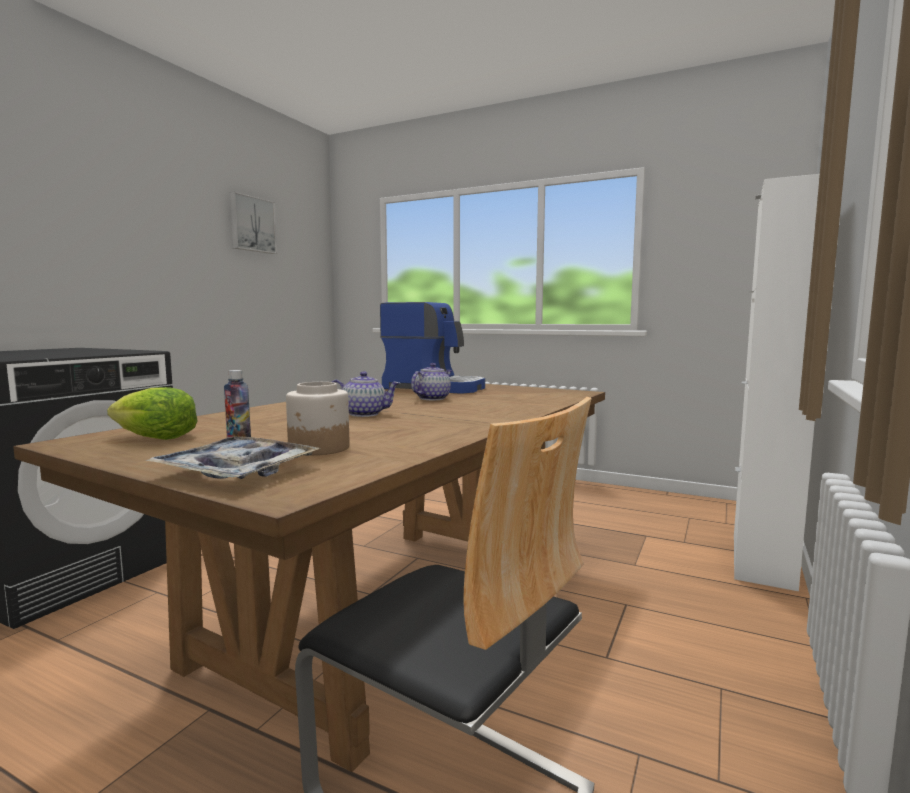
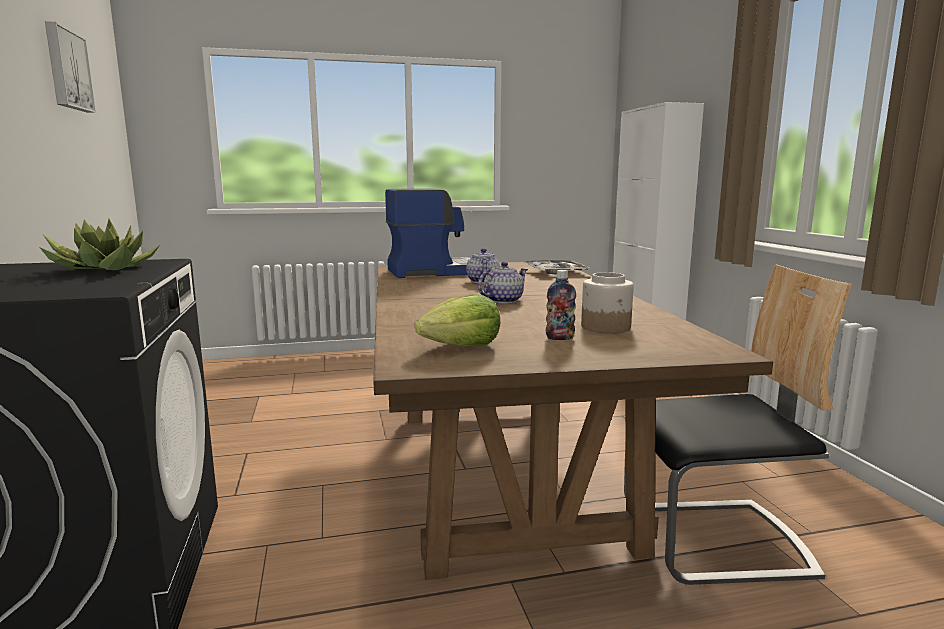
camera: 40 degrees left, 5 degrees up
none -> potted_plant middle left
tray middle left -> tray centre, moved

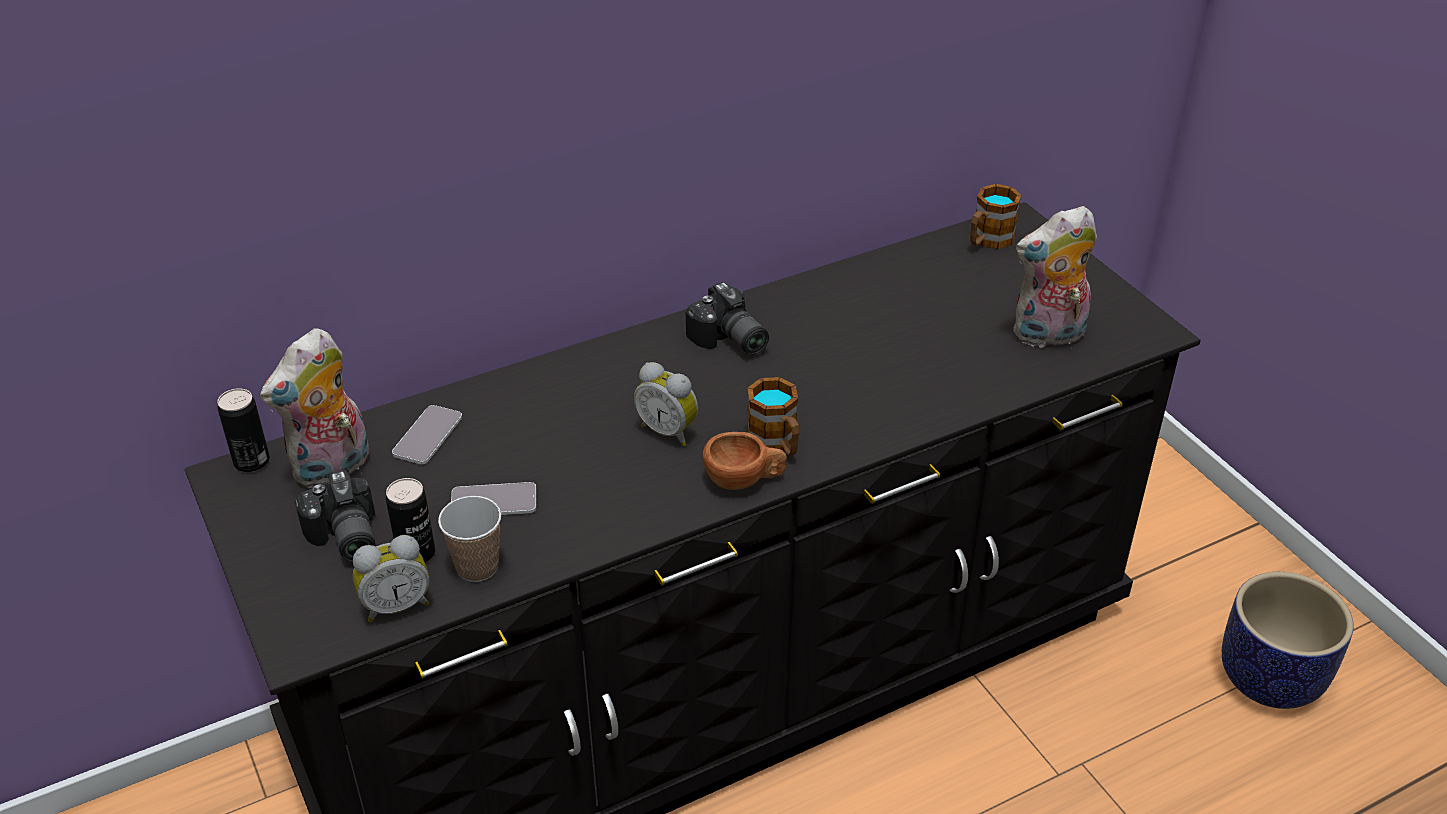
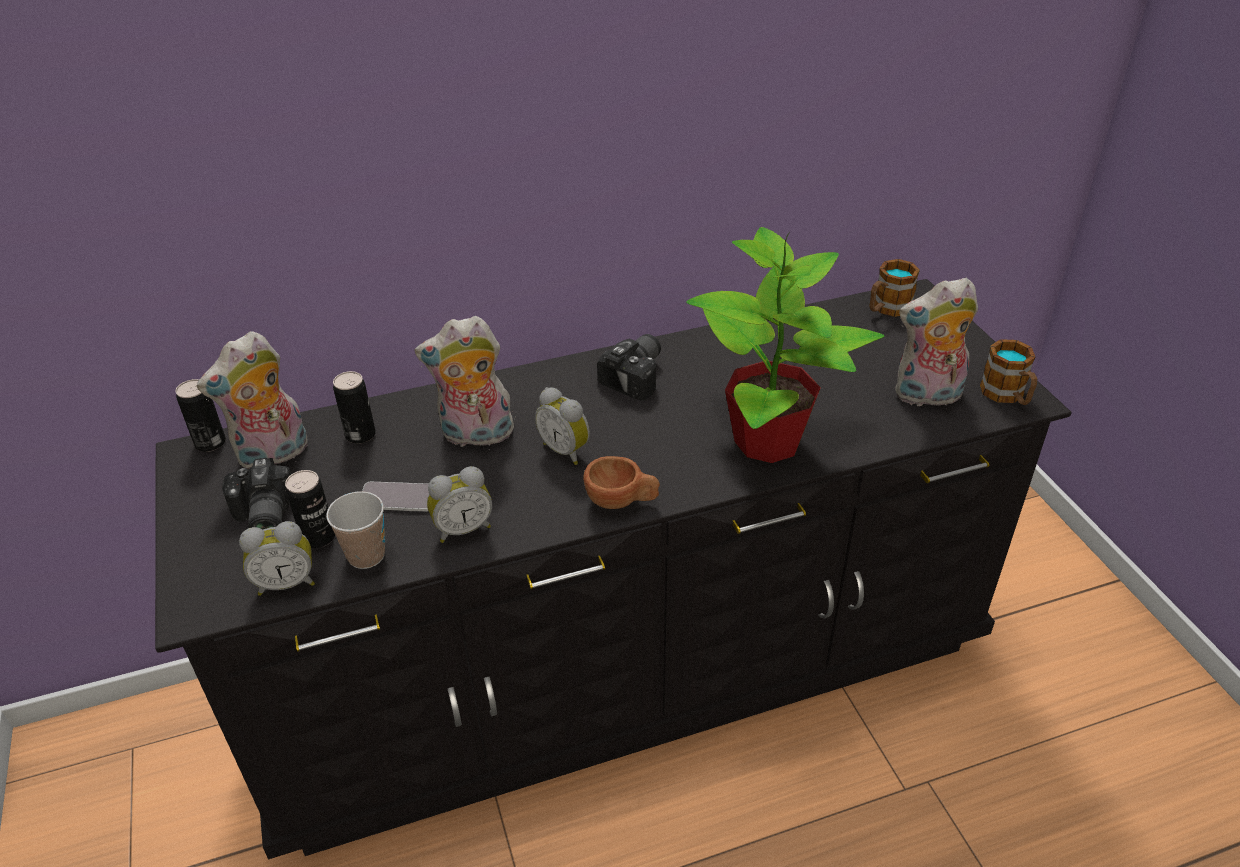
camera: 10 degrees right, 0 degrees up
phone (1st from left) middle left -> can (3rd from left) middle left
none -> plush_toy (2nd from left) centre
none -> alarm_clock (2nd from left) centre
photo_camera (2nd from left) centre, 120 degrees counterclockwise
none -> potted_plant centre
mug (1st from left in the first image) centre -> mug (2nd from left) middle right, moved
planter bottom right -> none

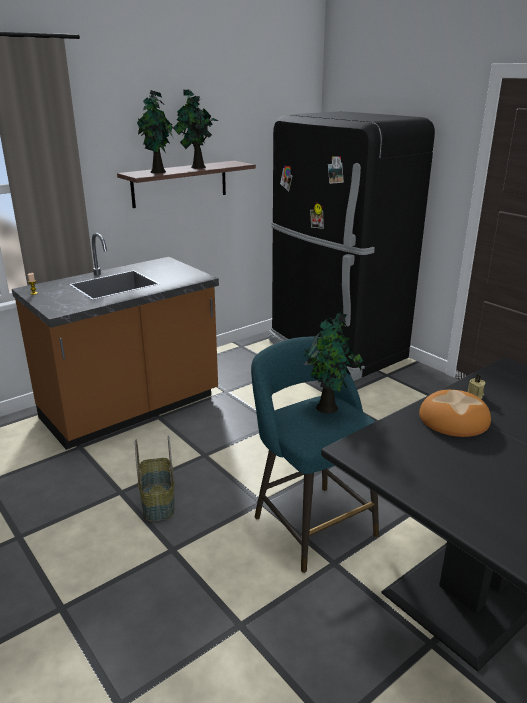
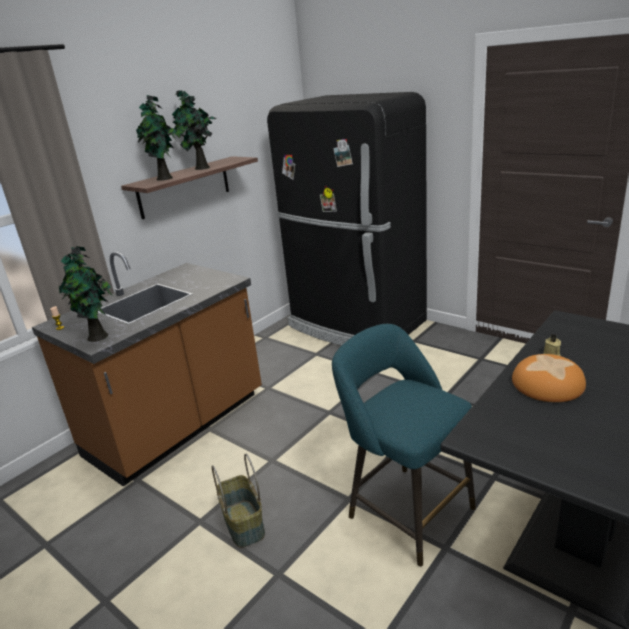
camera: 10 degrees left, 0 degrees up
potted_plant (3rd from left in the first image) centre -> potted_plant (1st from left) middle left, moved

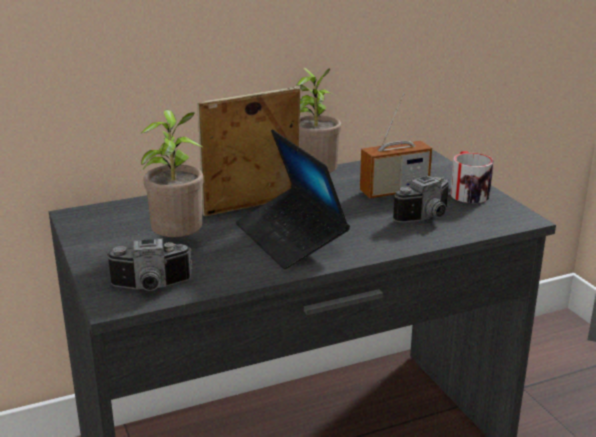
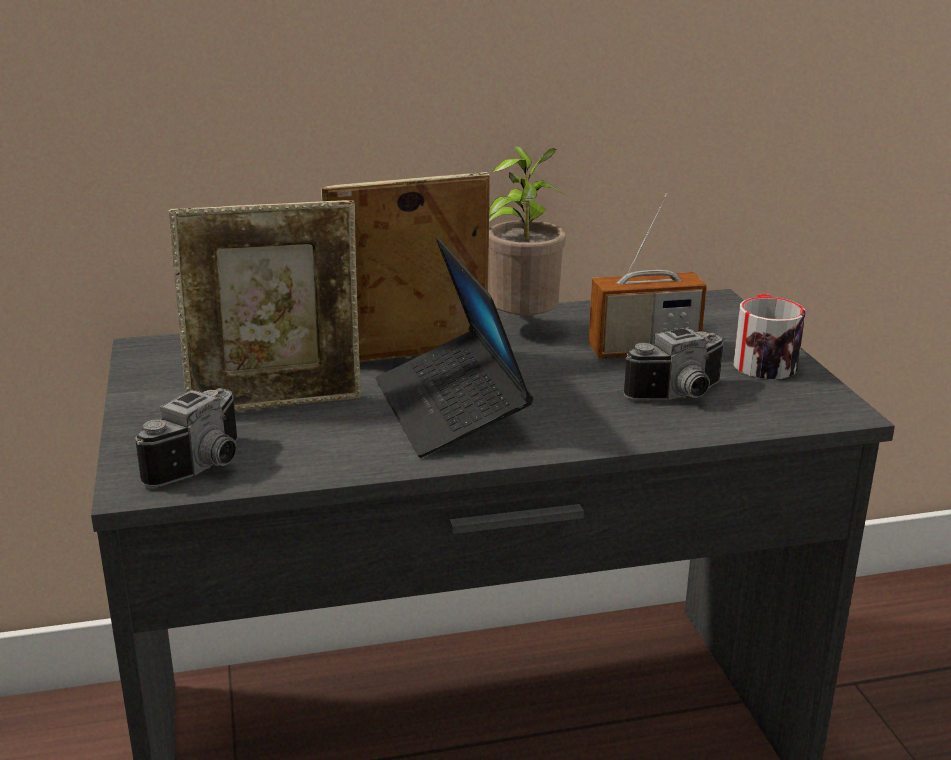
camera: 10 degrees right, 0 degrees up
photo_camera (1st from left) middle left, 60 degrees counterclockwise
potted_plant (1st from left) middle left -> picture_frame (1st from left) middle left

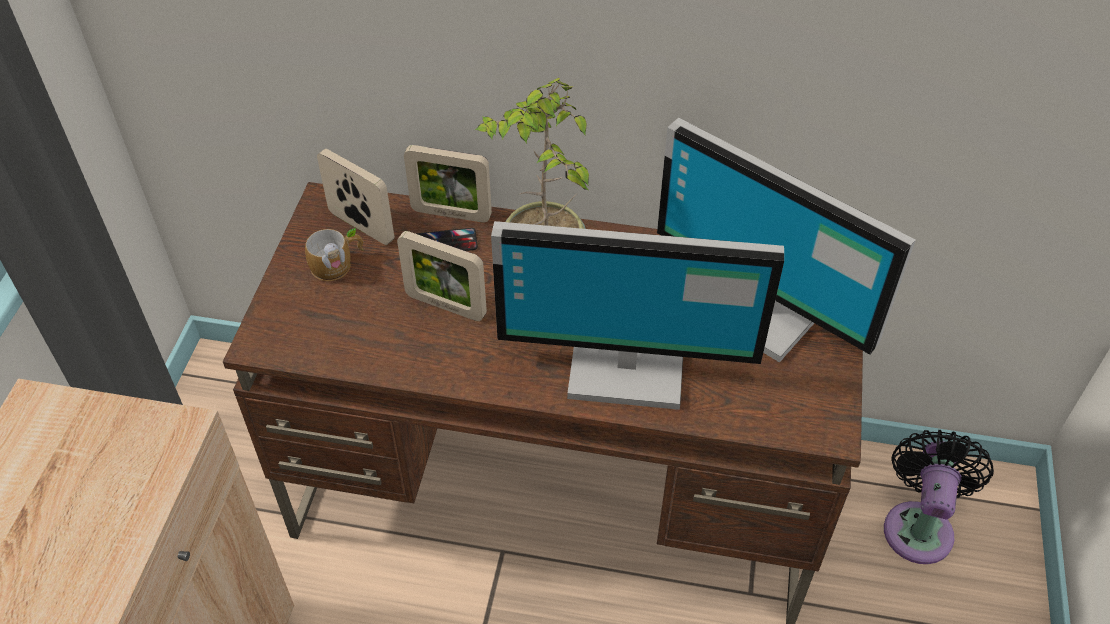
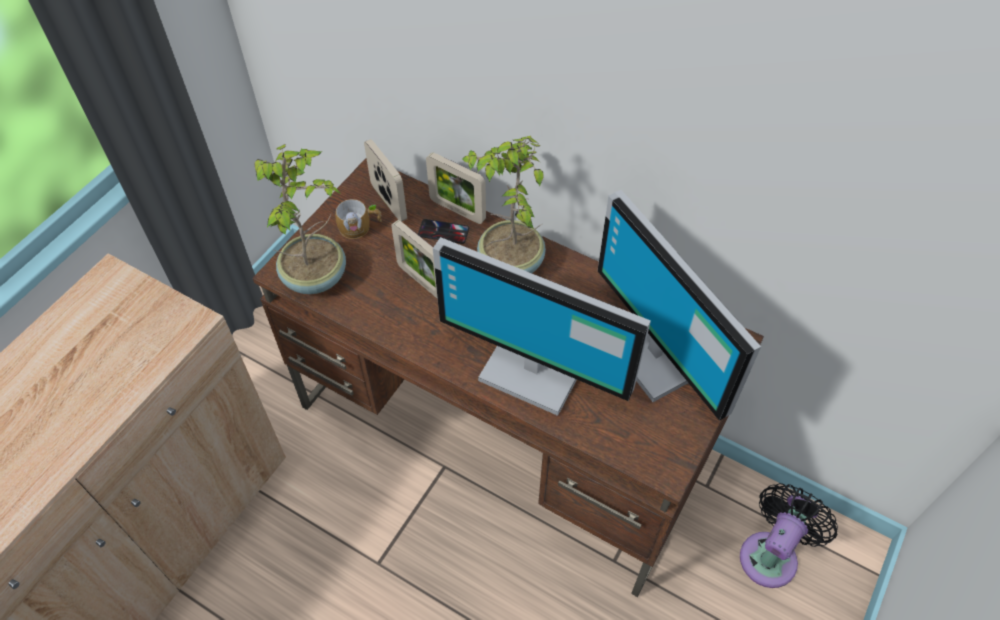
camera: 20 degrees right, 5 degrees up
none -> potted_plant (1st from left) middle left

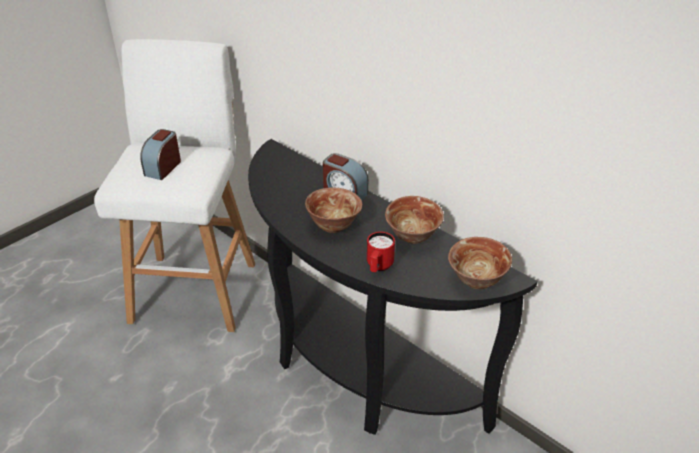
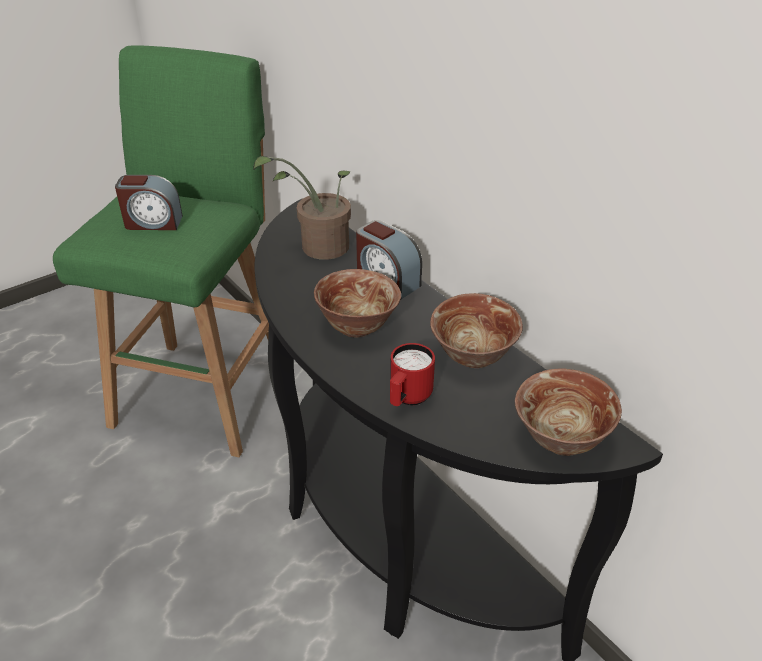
camera: 10 degrees right, 0 degrees up
white_stool middle left -> green_stool middle left
alarm_clock (1st from left) middle left -> alarm_clock (1st from left) top left, 120 degrees counterclockwise
none -> potted_plant top centre

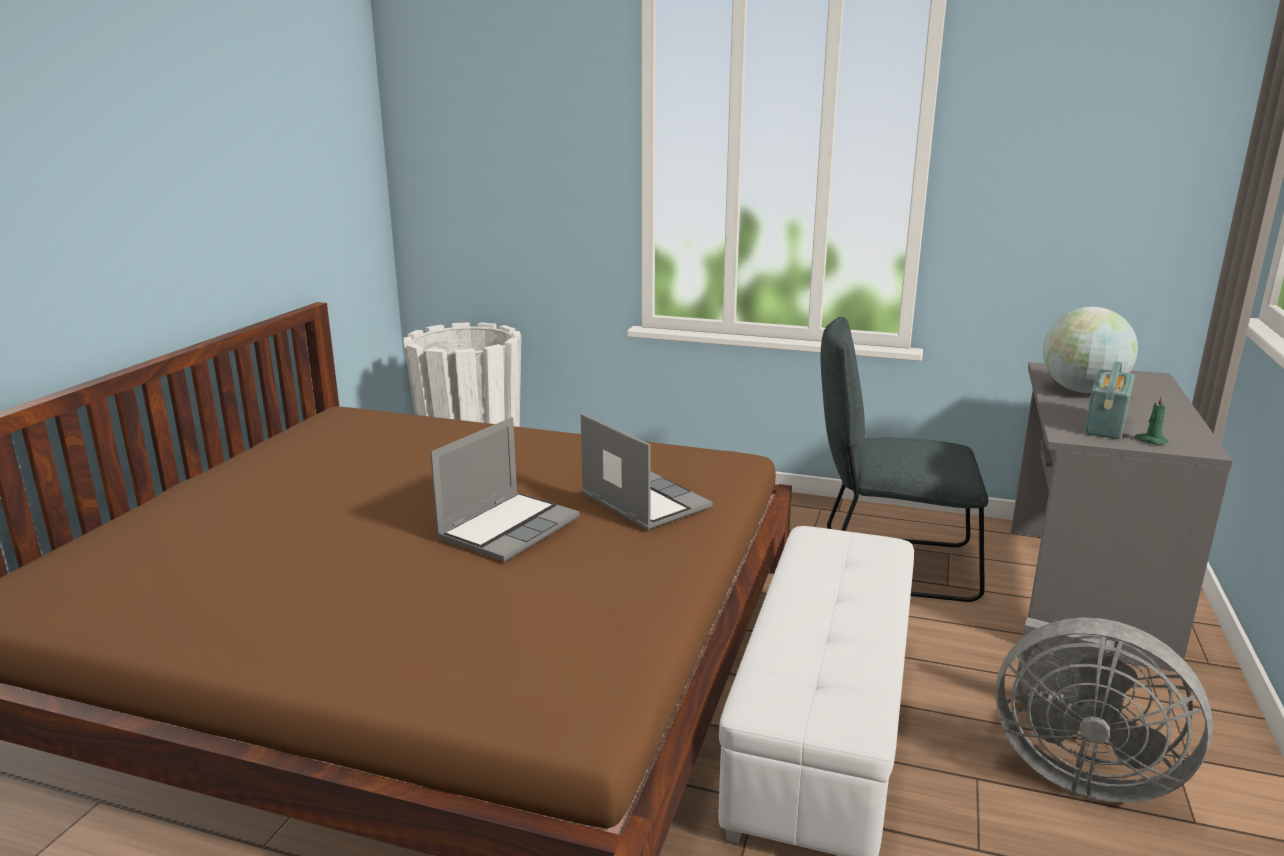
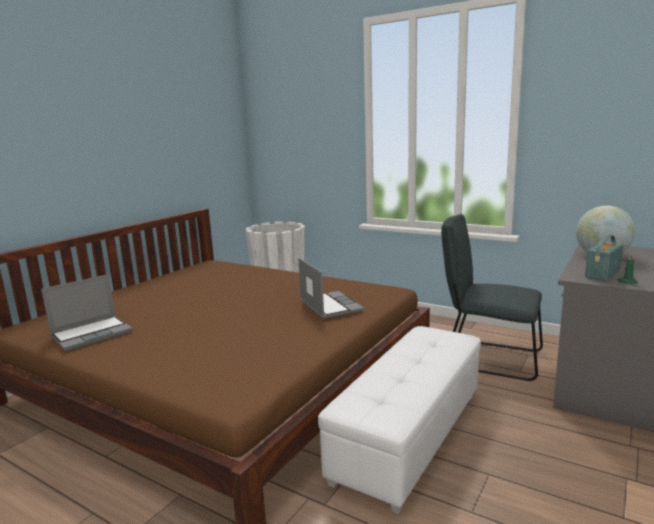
camera: 15 degrees right, 5 degrees down
laptop (1st from left) centre -> laptop (1st from left) middle left, moved
grey_fan bottom right -> none

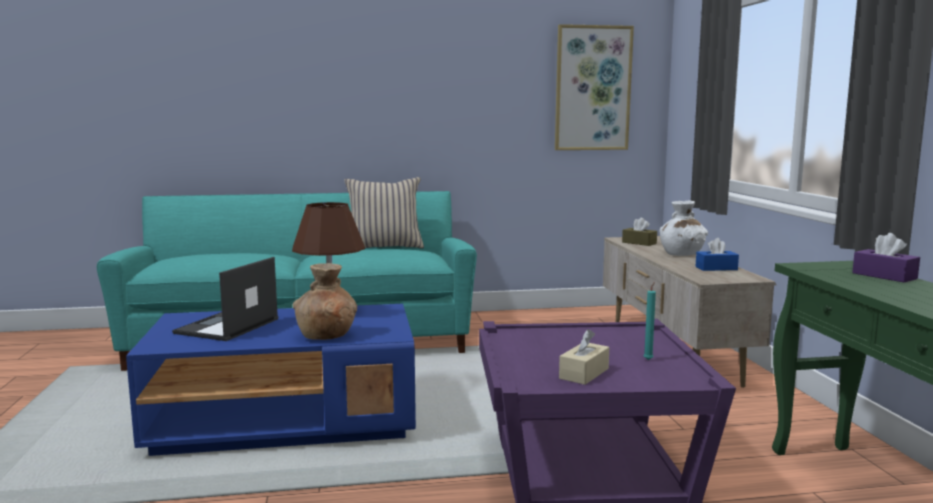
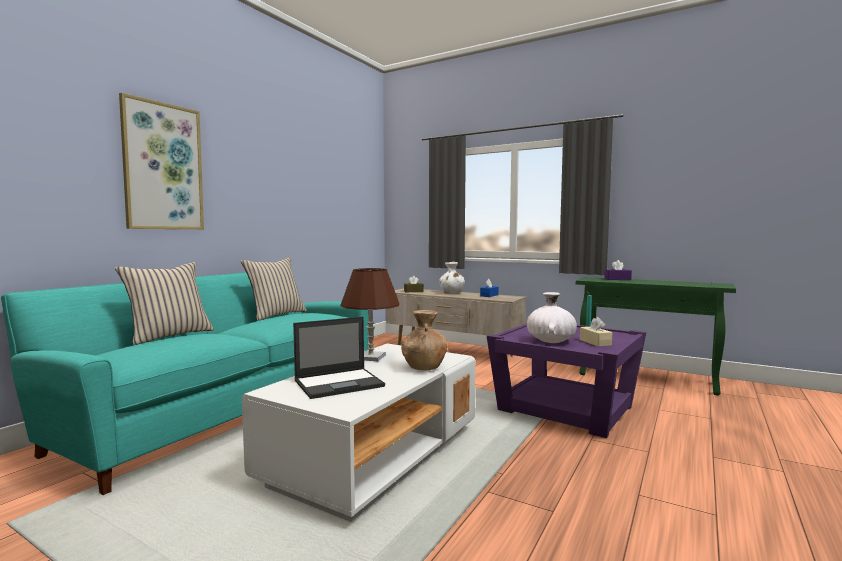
camera: 50 degrees left, 5 degrees down
none -> beige_pillow (1st from left) middle left
picture top centre -> picture top left, moved
blue_coffee_table bottom left -> white_coffee_table bottom centre
laptop middle left -> laptop centre, 90 degrees counterclockwise
none -> white_vase (2nd from left) centre

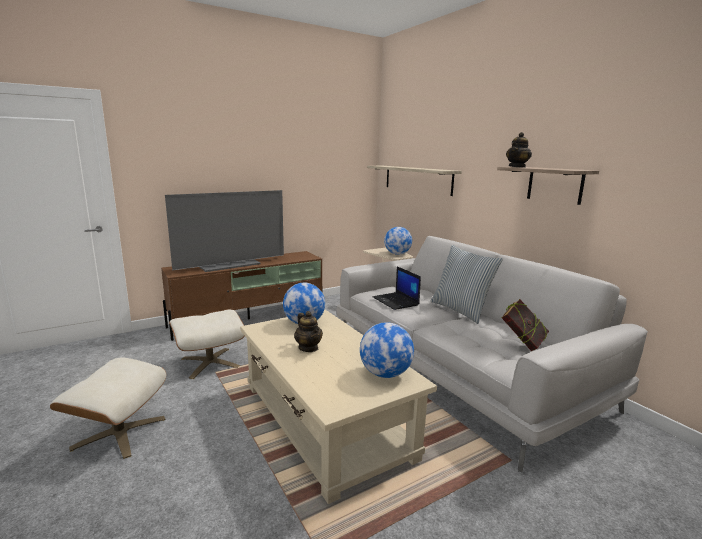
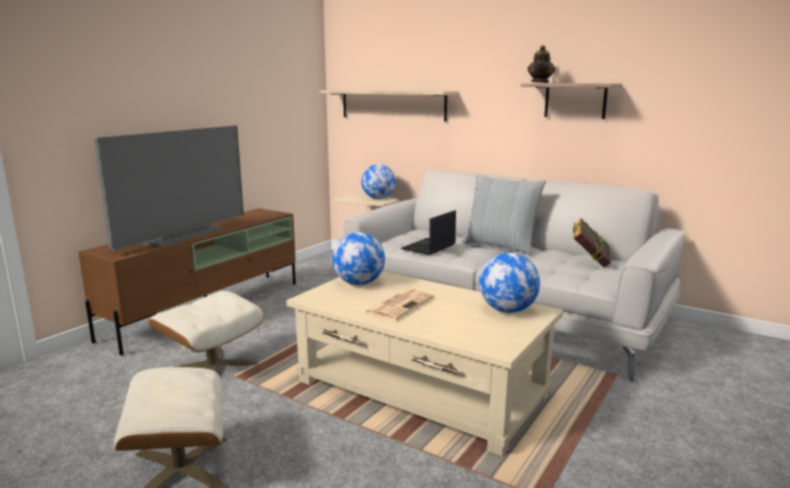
camera: 25 degrees left, 0 degrees up
teapot (1st from left) centre -> newspaper centre
laptop centre, 90 degrees clockwise

